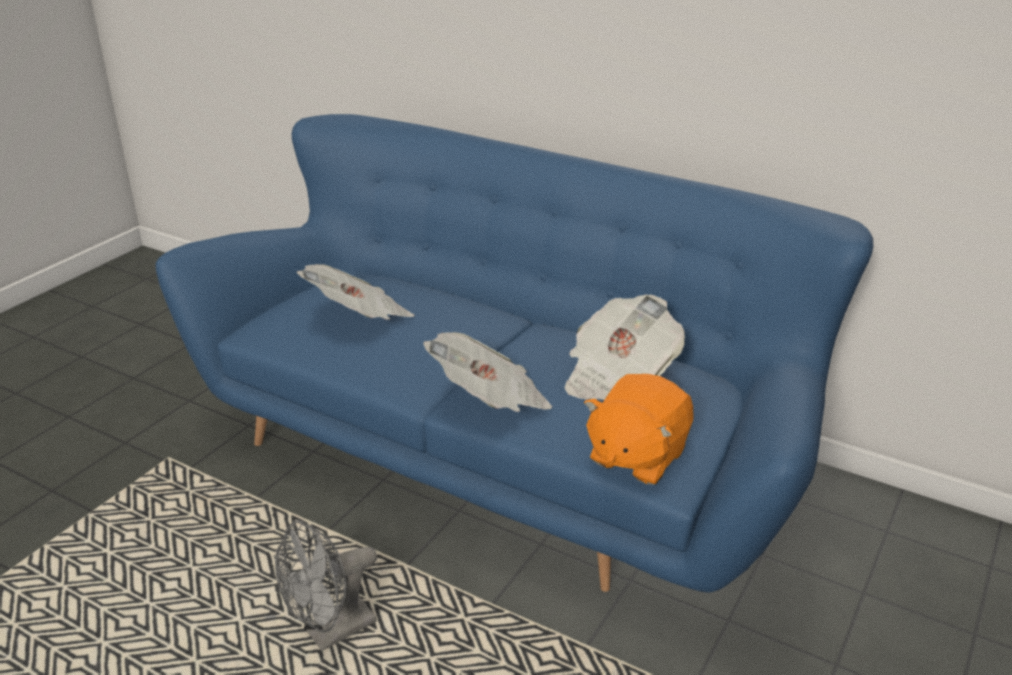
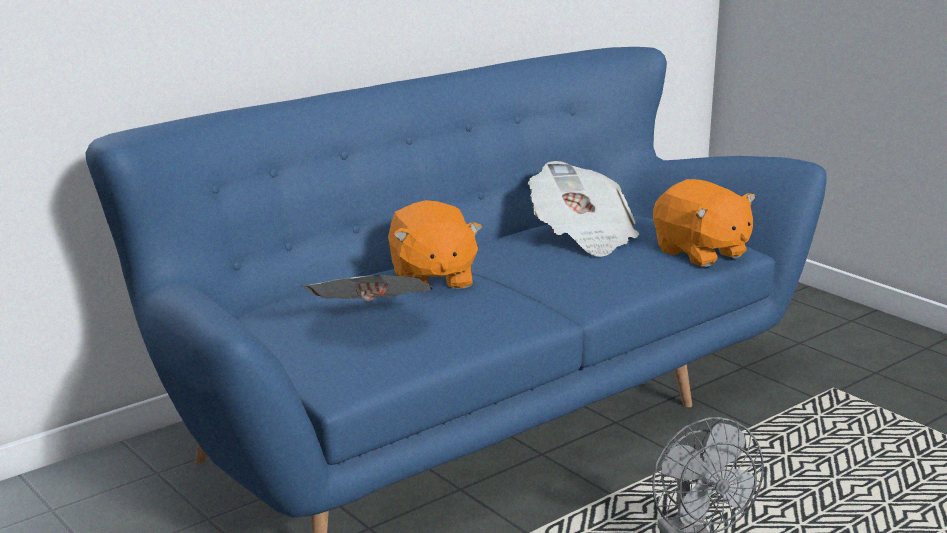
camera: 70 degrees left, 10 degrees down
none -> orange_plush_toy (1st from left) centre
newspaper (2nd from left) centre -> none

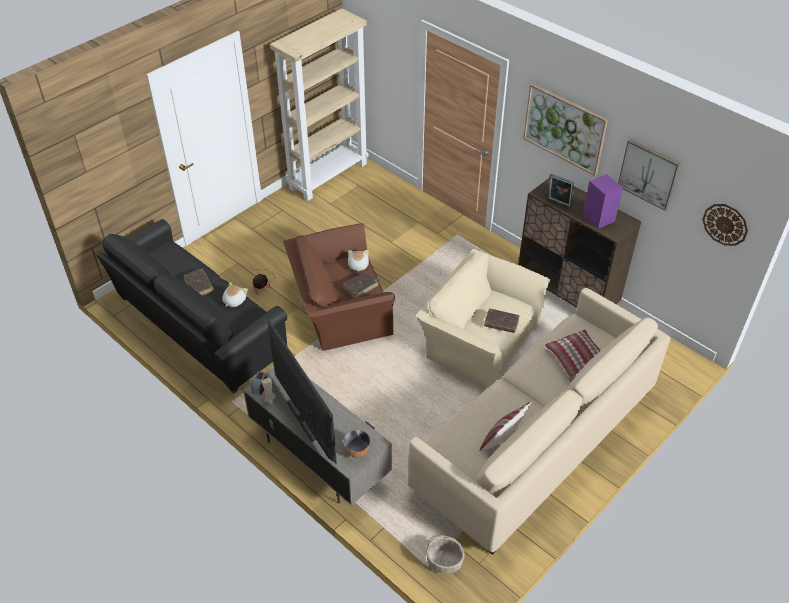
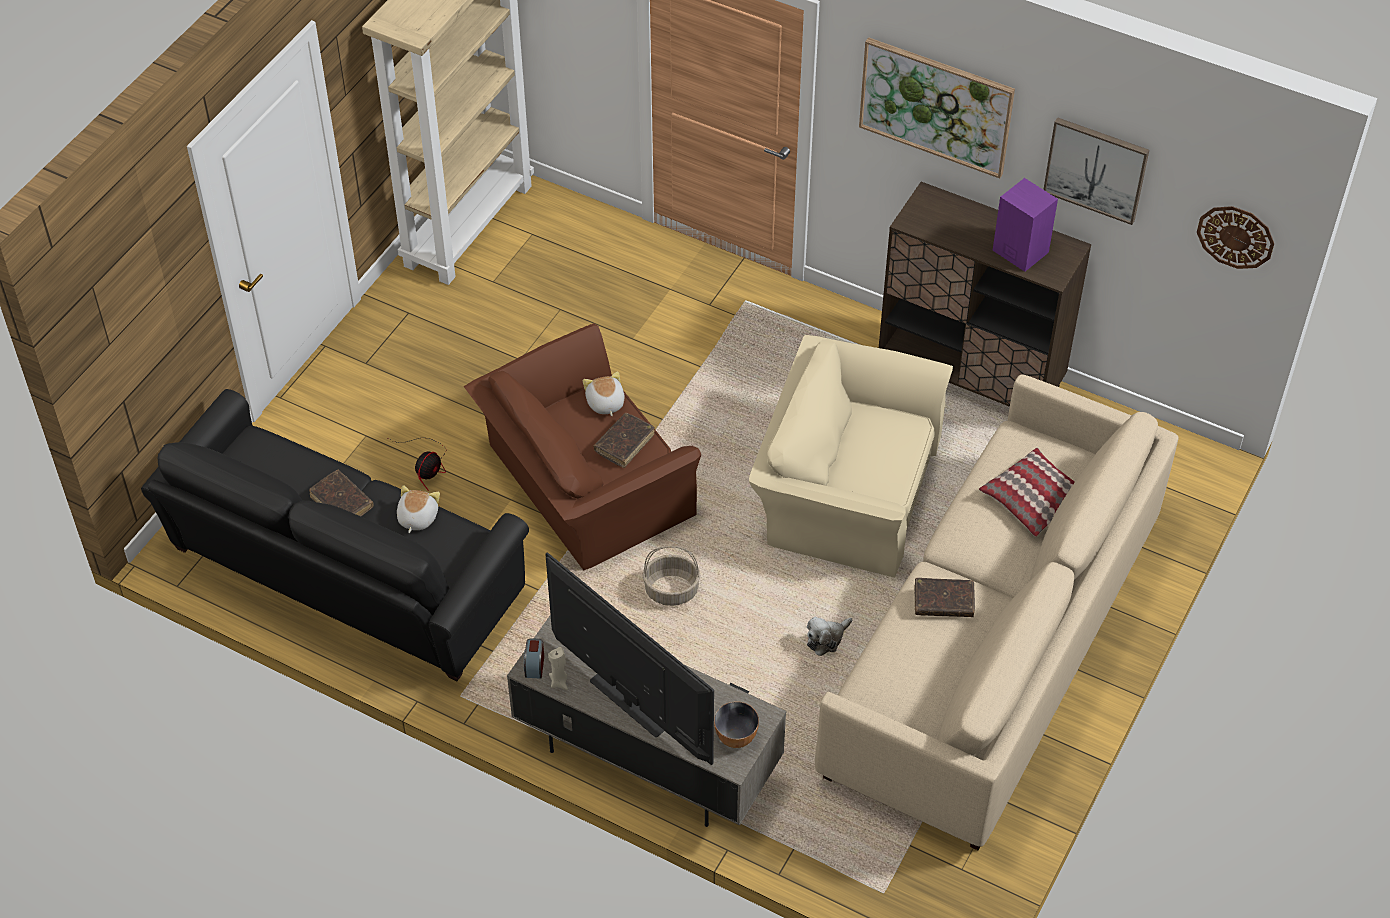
camera: 15 degrees left, 5 degrees up
basket bottom centre -> basket centre, moved
none -> plush_toy (3rd from left) bottom centre
brown_book (3rd from left) centre -> brown_book (3rd from left) middle right, moved
pillow (1st from left) bottom centre -> none
picture_frame top right -> none

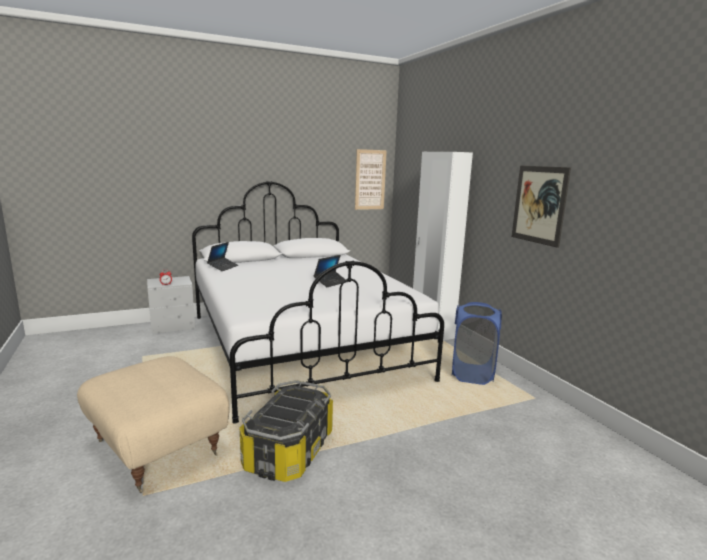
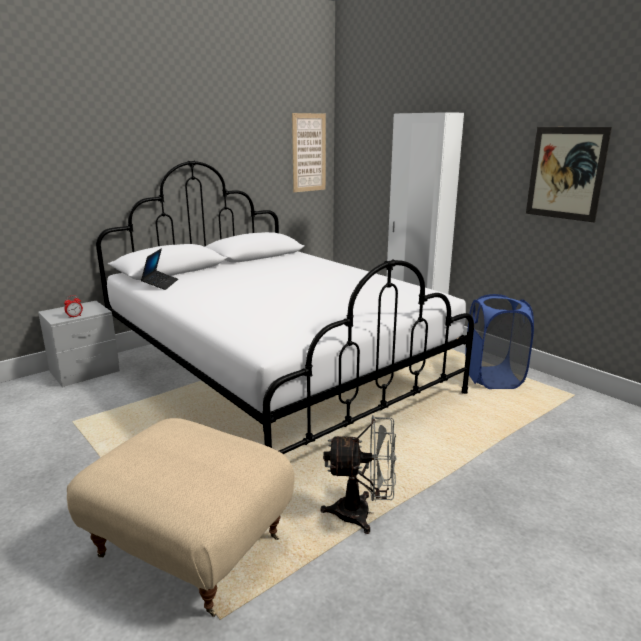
camera: 15 degrees left, 5 degrees up
storage_box bottom centre -> grey_fan bottom centre
laptop (2nd from left) centre -> none

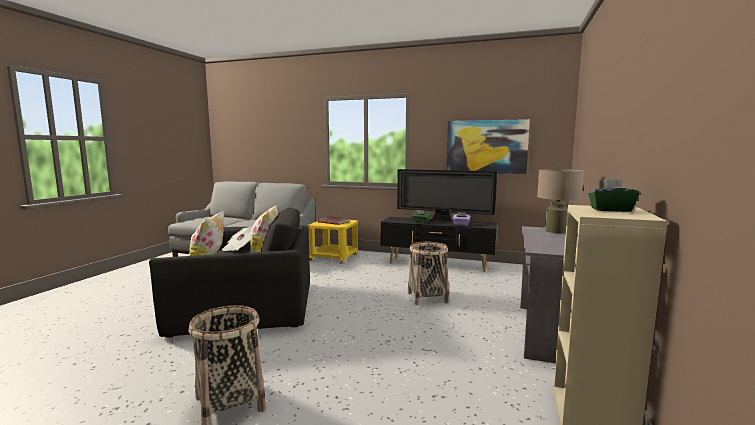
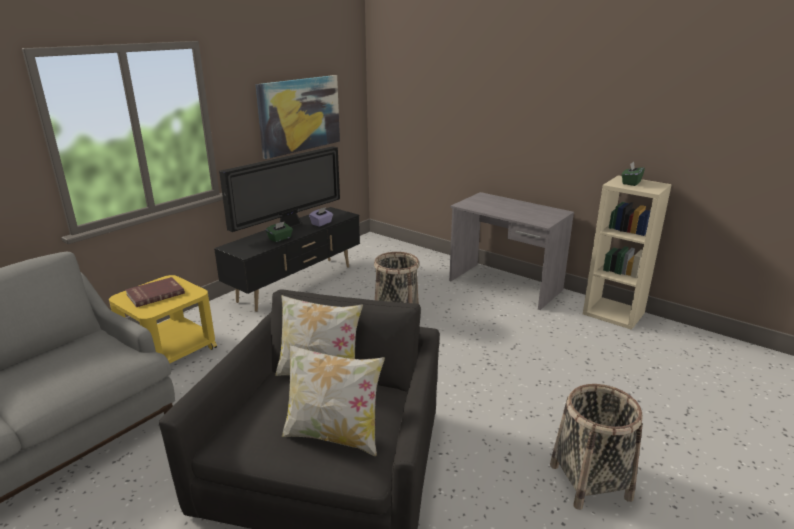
camera: 70 degrees left, 15 degrees up
newspaper middle left -> none
beige_table_lamp middle right -> none

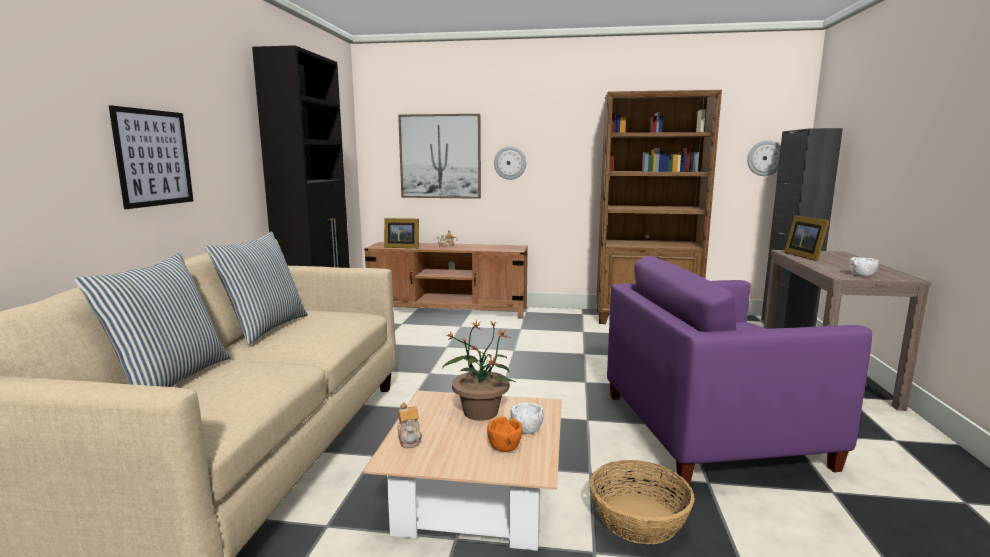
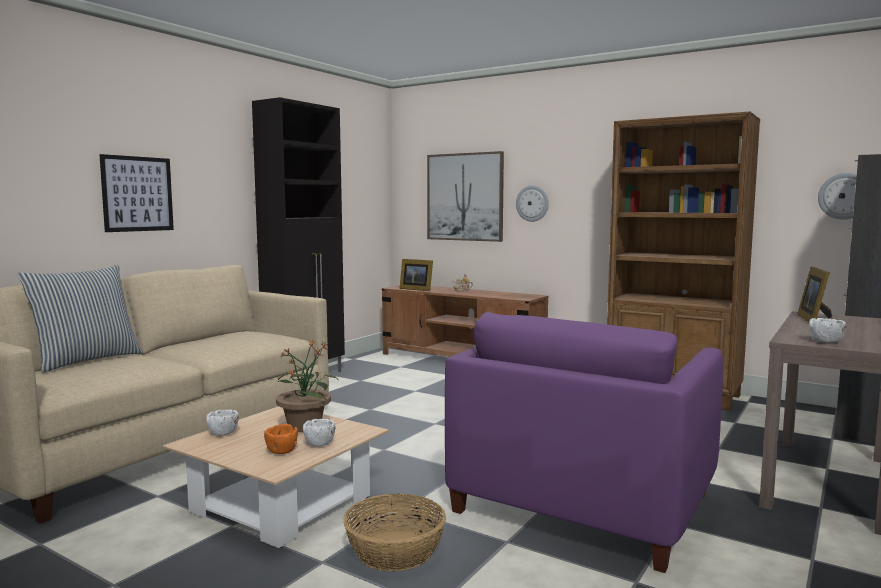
camera: 25 degrees right, 5 degrees down
teapot (1st from left) bottom centre -> white_bowl (1st from left) bottom left
purple_armchair middle right -> purple_armchair bottom centre, 75 degrees counterclockwise
pillow (2nd from left) middle left -> none

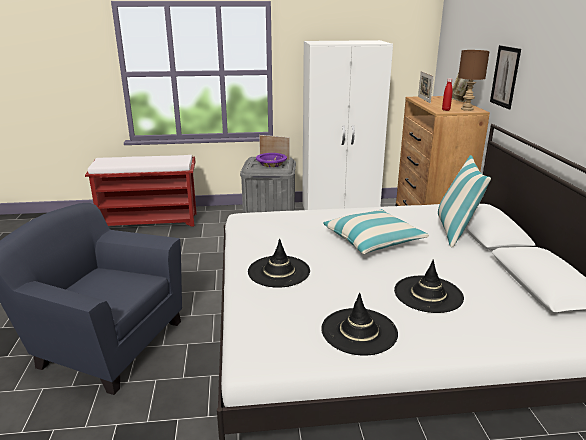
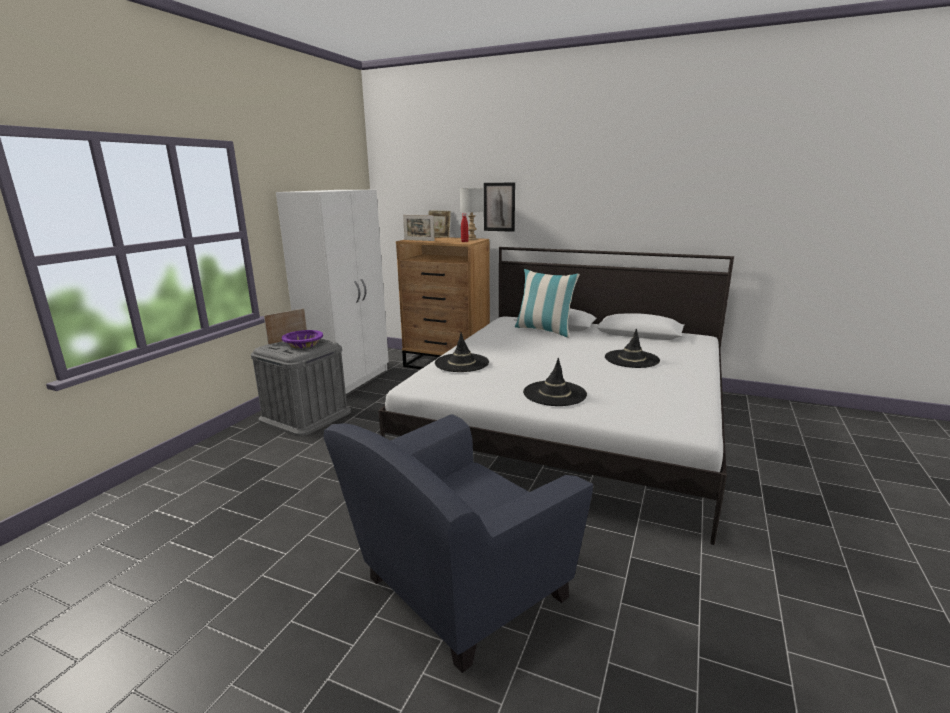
camera: 60 degrees left, 5 degrees down
black_hat (2nd from left in the first image) bottom centre -> black_hat (1st from left) centre, moved
brown_table_lamp top right -> grey_table_lamp top centre
red_bench middle left -> none
pillow (1st from left) centre -> none

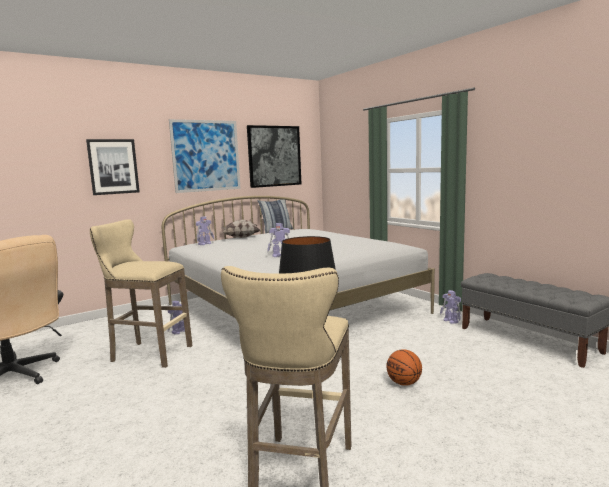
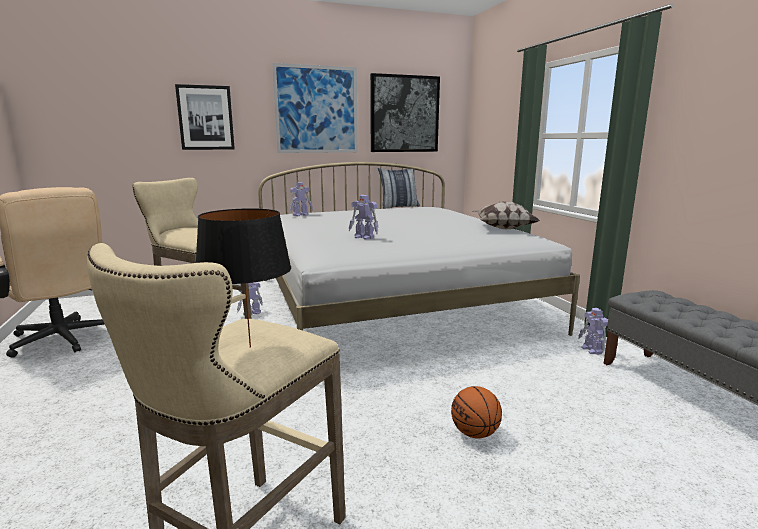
camera: 15 degrees right, 5 degrees up
pillow (1st from left in the first image) centre -> pillow (2nd from left) middle right, moved

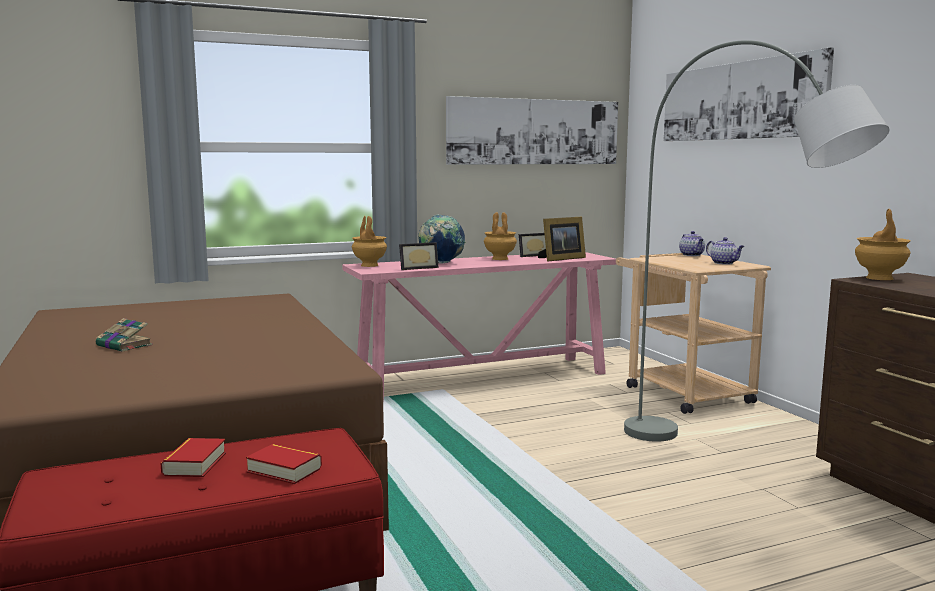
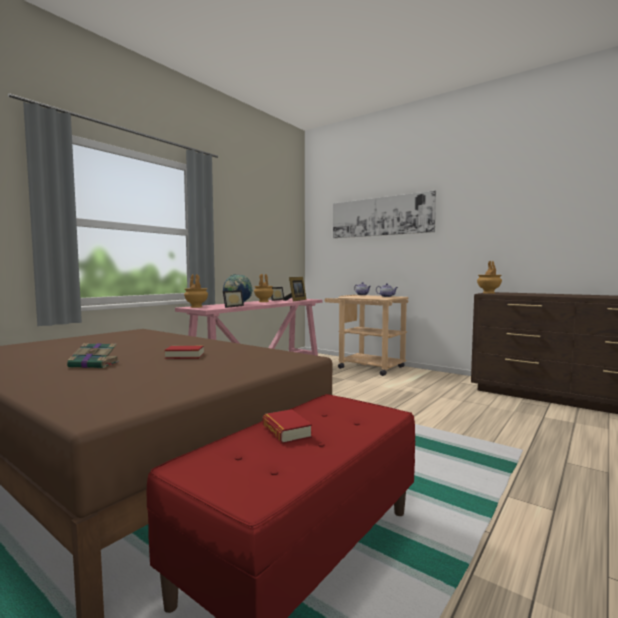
camera: 30 degrees left, 5 degrees down
book (3rd from left in the first image) bottom left -> book (2nd from left) middle left, moved
picture (1st from left) top centre -> none
grey_floor_lamp middle right -> none

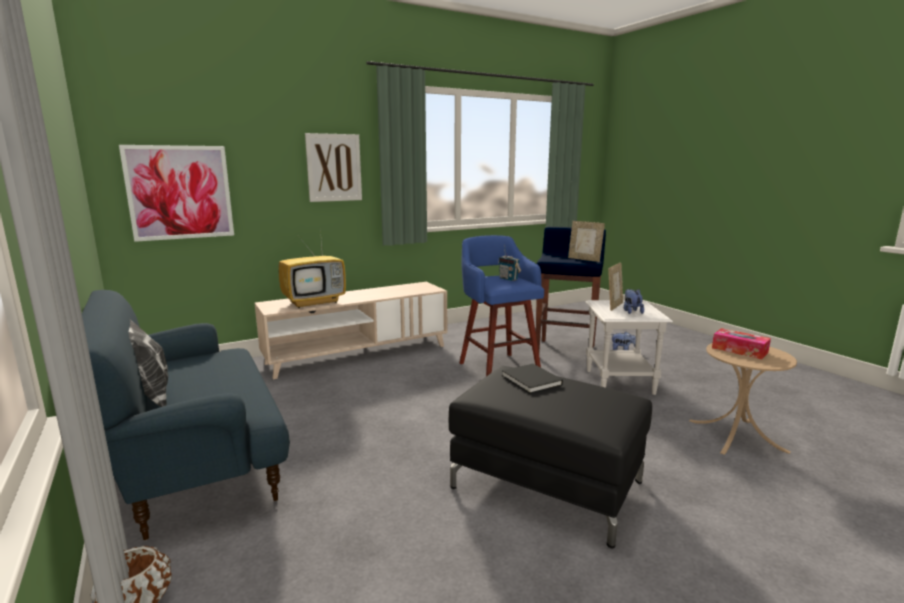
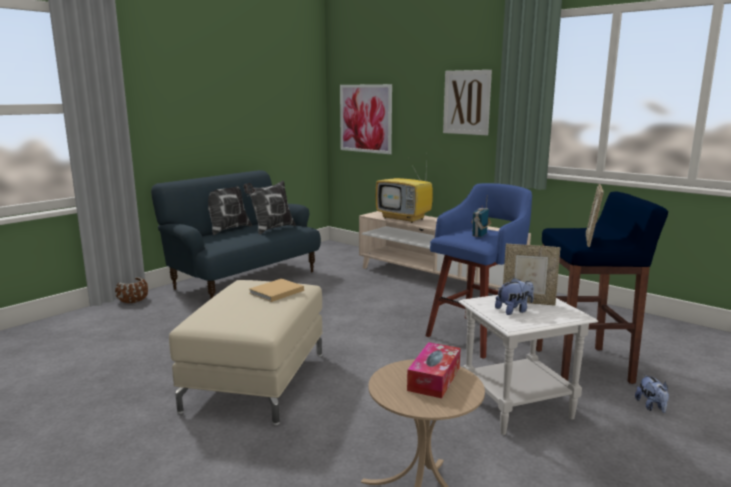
camera: 70 degrees right, 0 degrees up
black_ottoman bottom centre -> beige_ottoman bottom centre
none -> pillow (2nd from left) centre
black_book centre -> beige_book centre

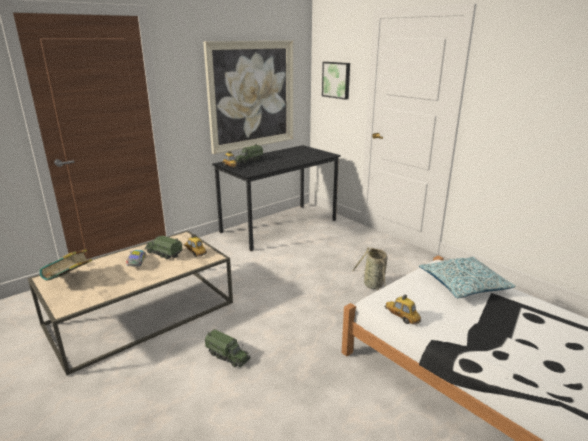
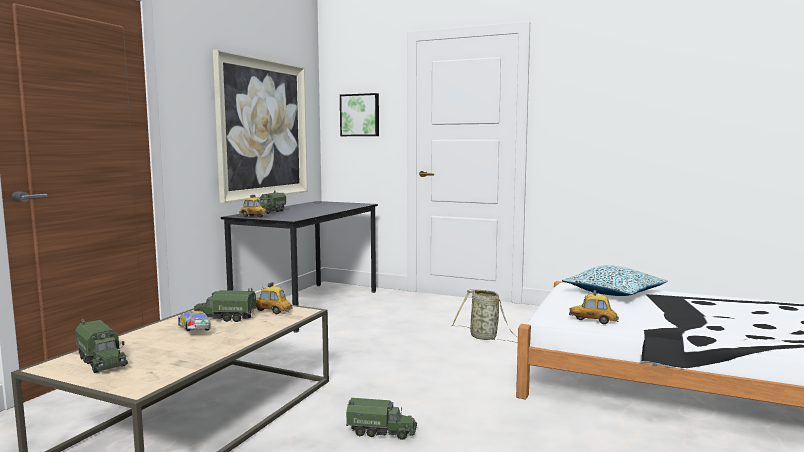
camera: 25 degrees left, 15 degrees down
book middle left -> toy_truck (1st from left) bottom left

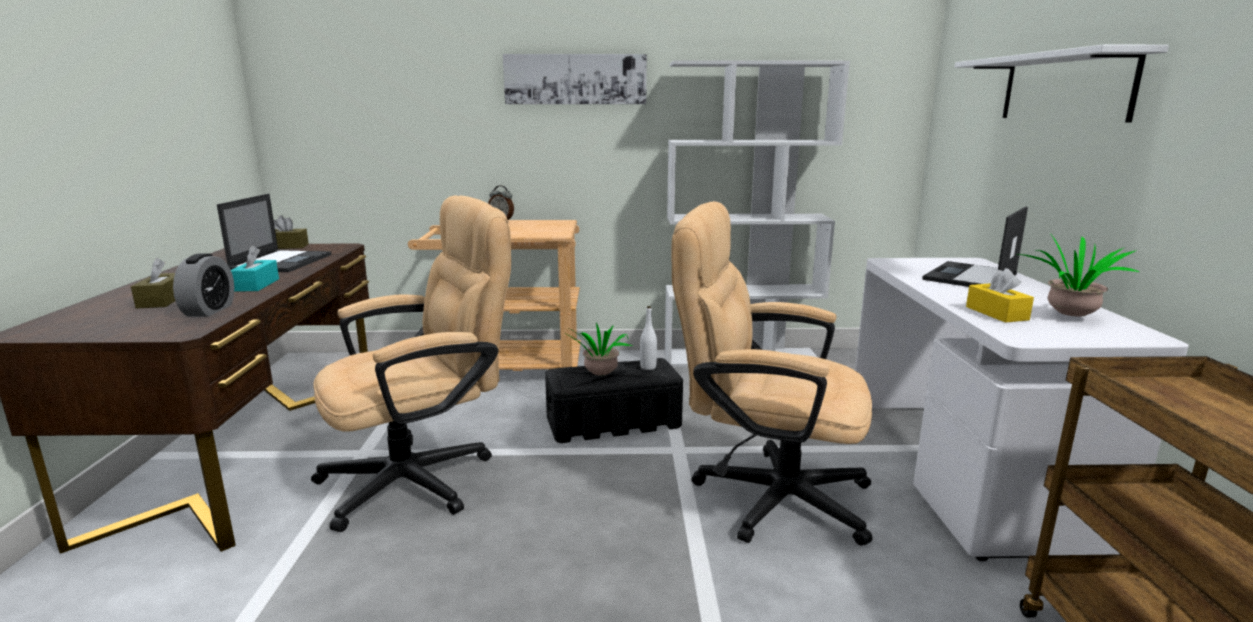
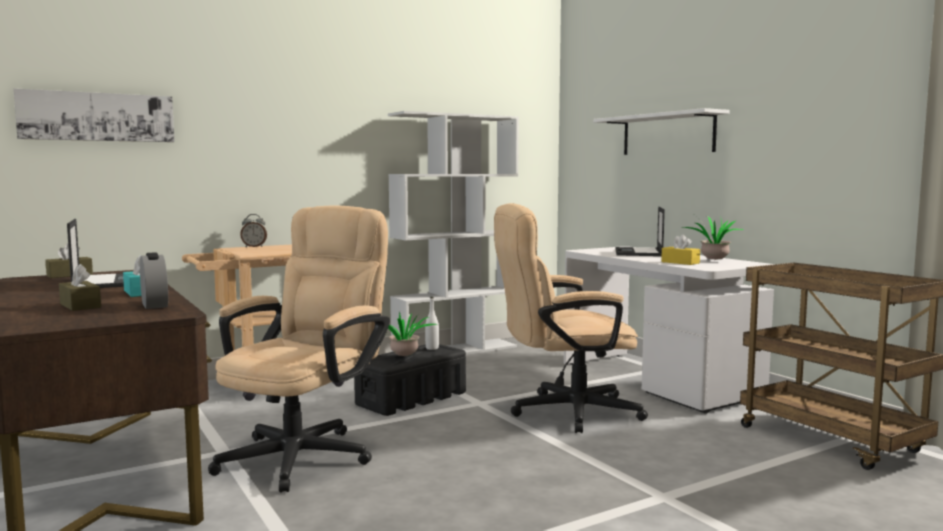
camera: 30 degrees left, 10 degrees down
picture top centre -> picture top left, moved

